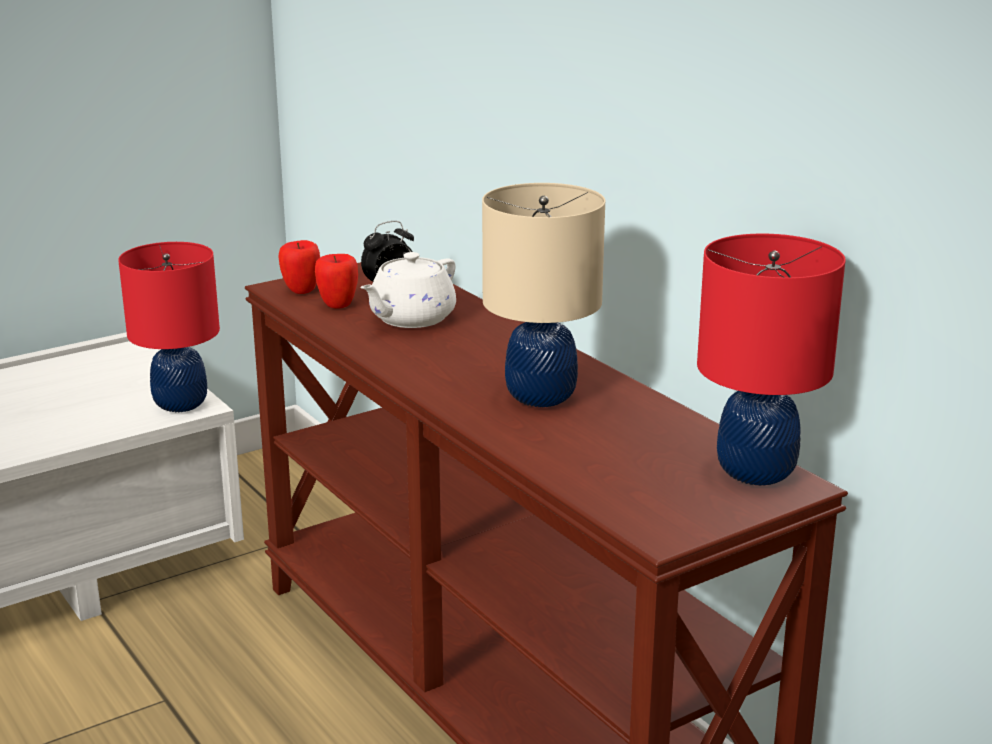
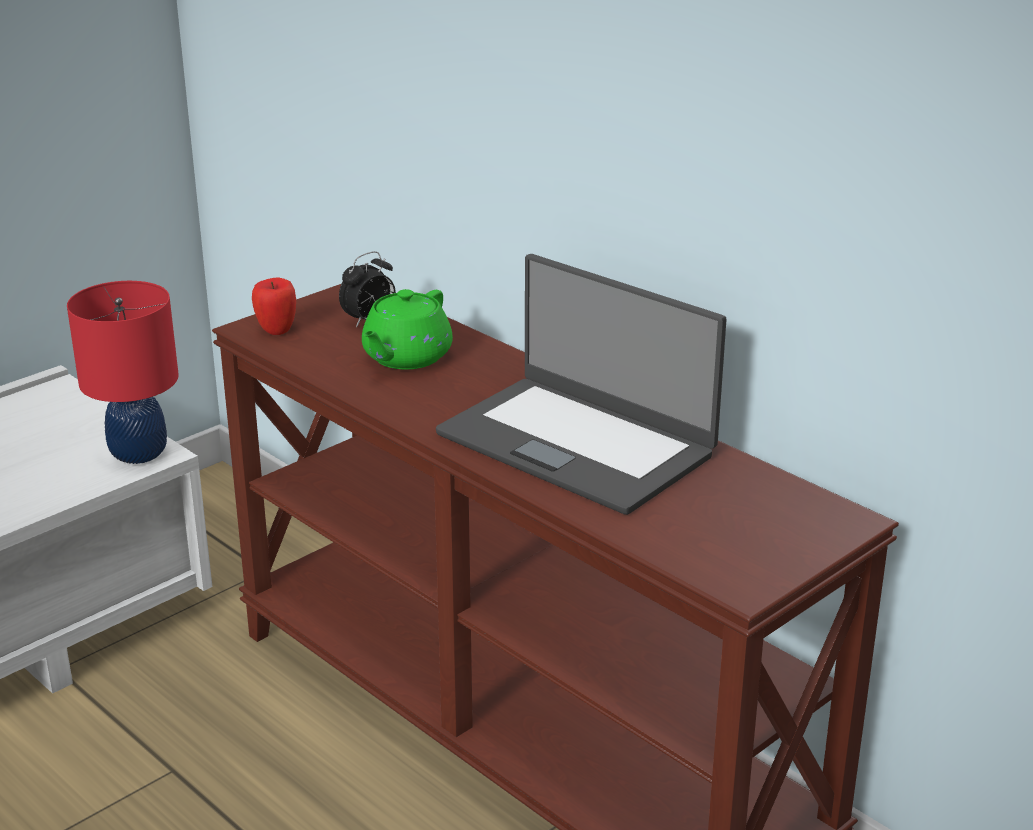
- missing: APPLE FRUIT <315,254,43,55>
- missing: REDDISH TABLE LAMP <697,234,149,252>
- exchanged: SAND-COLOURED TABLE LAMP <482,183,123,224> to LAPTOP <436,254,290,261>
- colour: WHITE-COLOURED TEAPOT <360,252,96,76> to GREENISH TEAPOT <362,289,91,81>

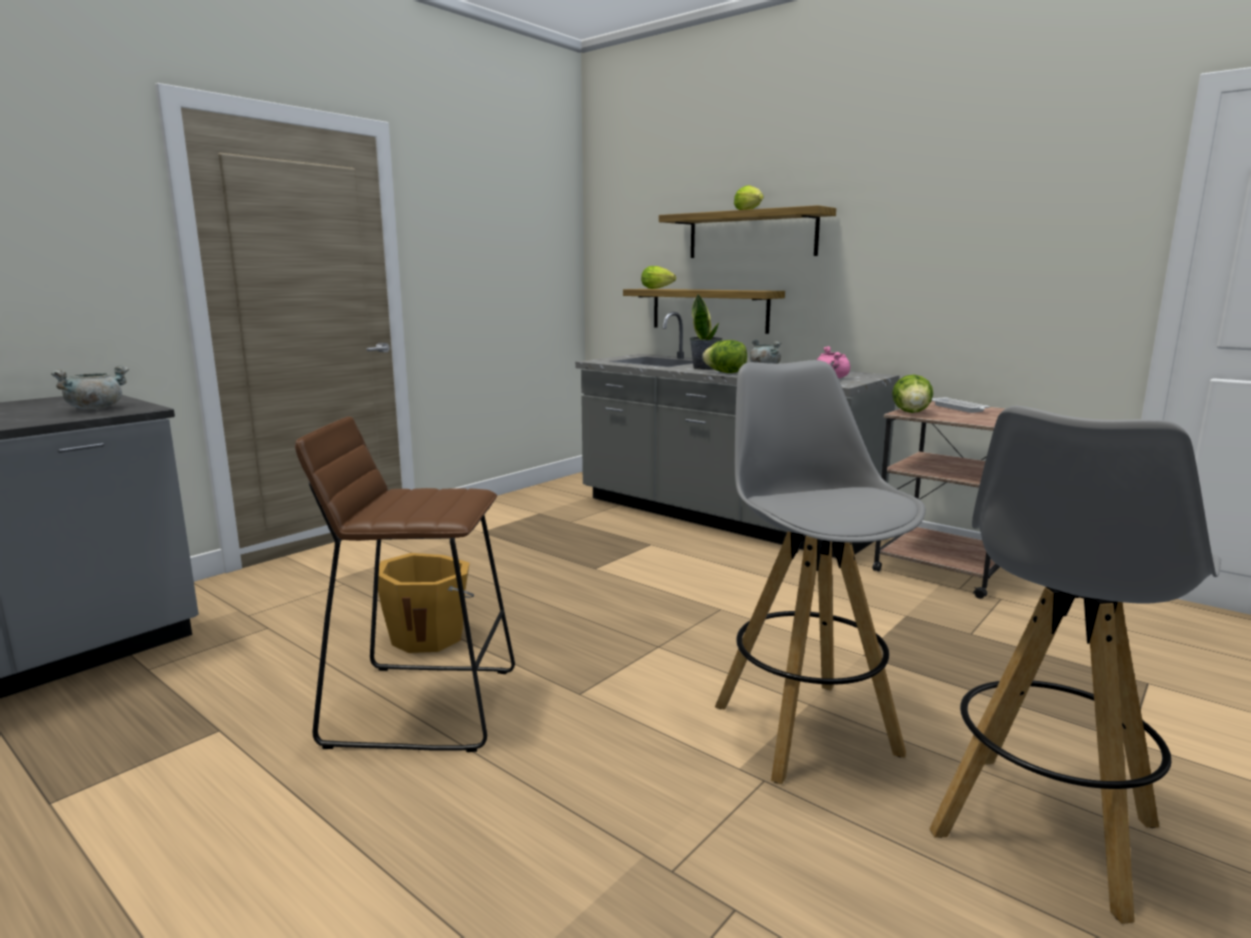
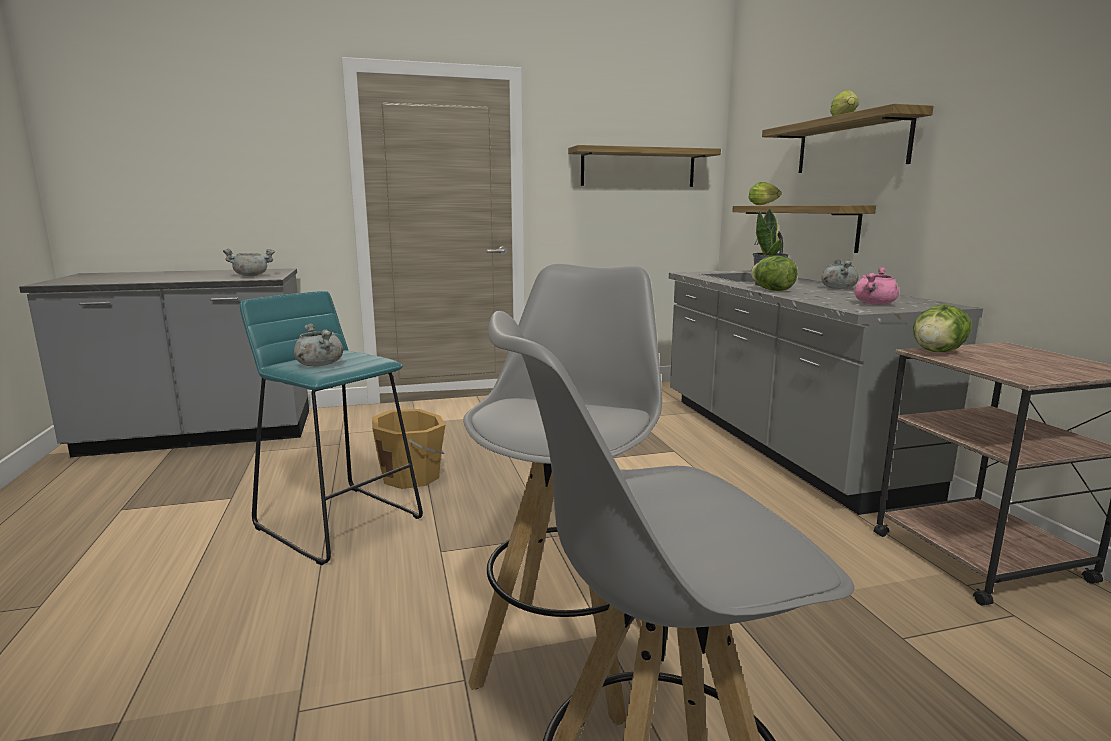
- missing: WHITE-COLOURED TRAY <932,397,58,16>
- appeared: GRAY STOCKPOT <294,324,49,42>
- appeared: SHELF <568,145,153,42>
- colour: BROWN-COLOURED SITTING STOOL <295,416,220,336> to TURQUOISE-COLOURED SITTING STOOL <240,291,183,274>

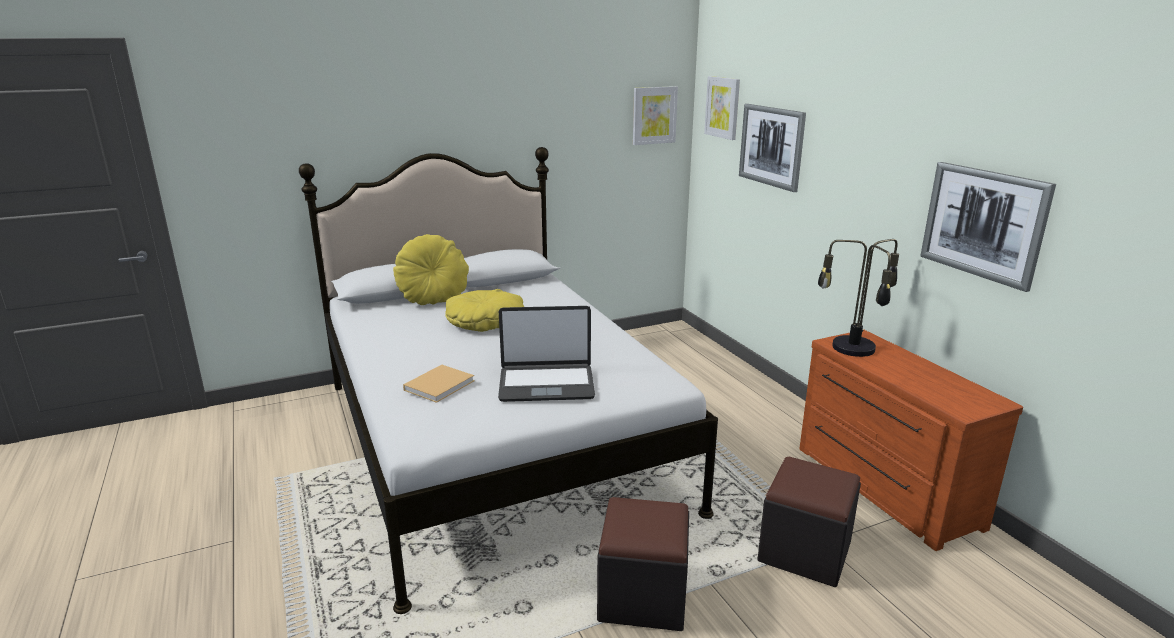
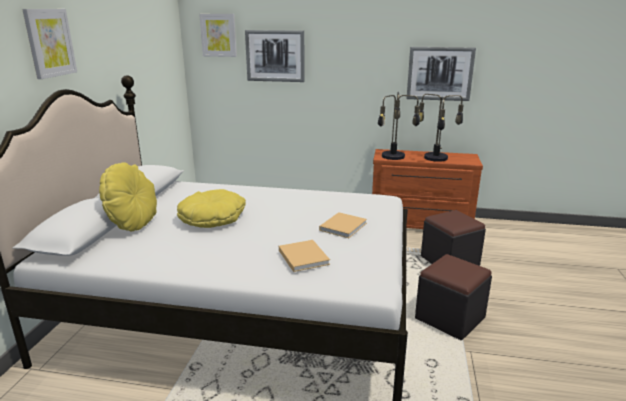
- appeared: TABLE LAMP <419,94,45,68>
- relocated: PICTURE <633,86,45,59> to <22,9,55,70>
- exchanged: LAPTOP <498,306,97,96> to SAND-COLOURED VOLUME <319,212,48,26>

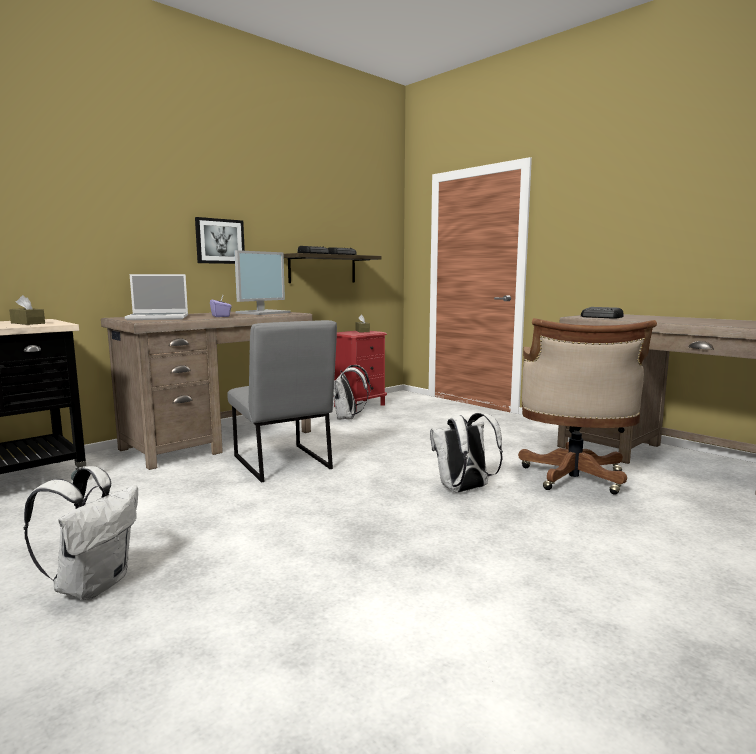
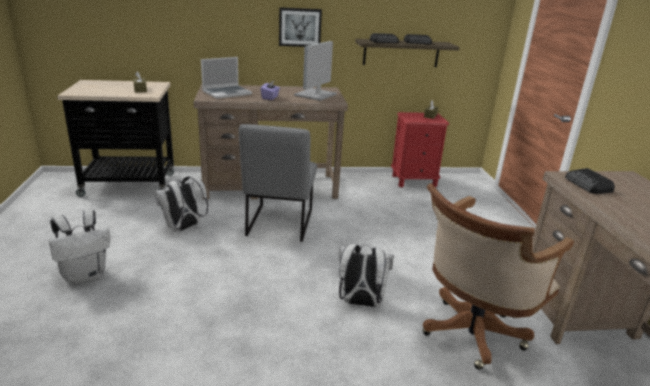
- relocated: WHITE-COLOURED KNAPSACK <333,365,38,55> to <154,176,54,56>
- spun: LAPTOP <125,274,63,46> = <201,57,51,42> 60 degrees counterclockwise
- spun: MONITOR <234,250,57,65> = <294,41,43,60> 135 degrees clockwise

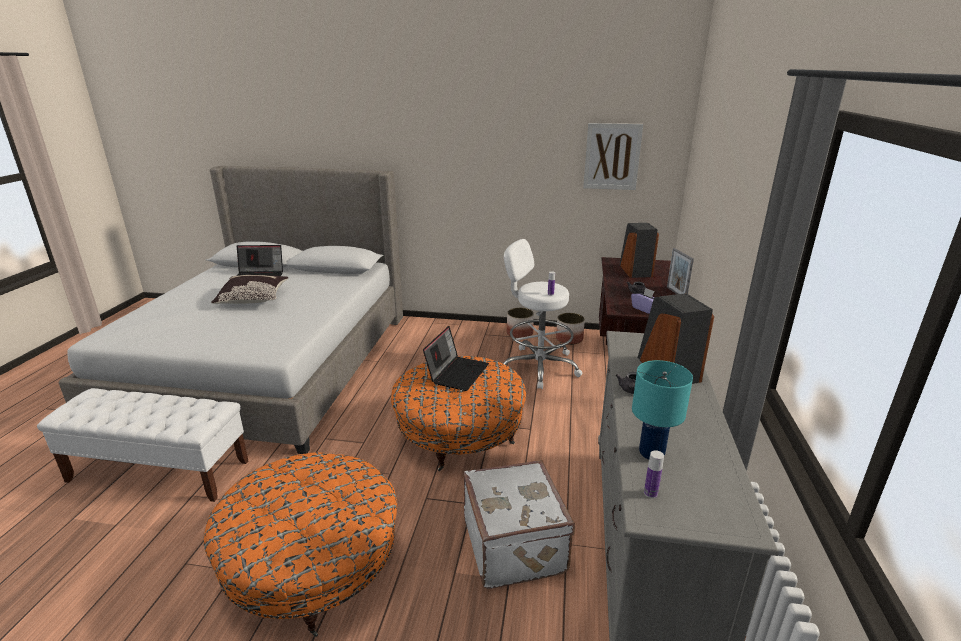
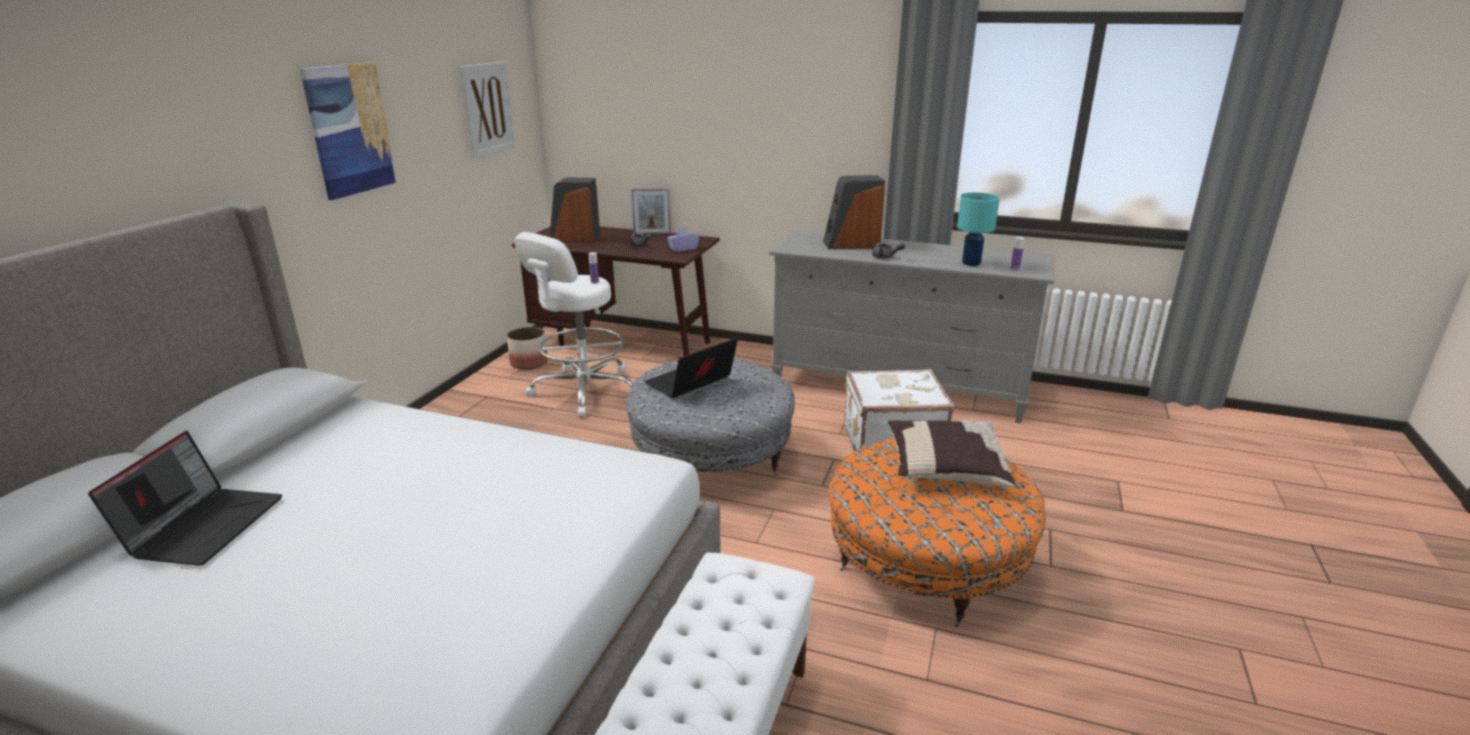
- missing: PLANT POT <507,308,27,30>
- appeared: PICTURE <300,62,97,138>
- relocated: THROW PILLOW <211,275,78,29> to <888,420,128,67>
- colour: ORANGE FOOTREST <391,356,135,115> to GRAY FOOTREST <626,358,169,117>
- spun: LAPTOP <423,326,66,65> = <644,337,94,61> 75 degrees counterclockwise

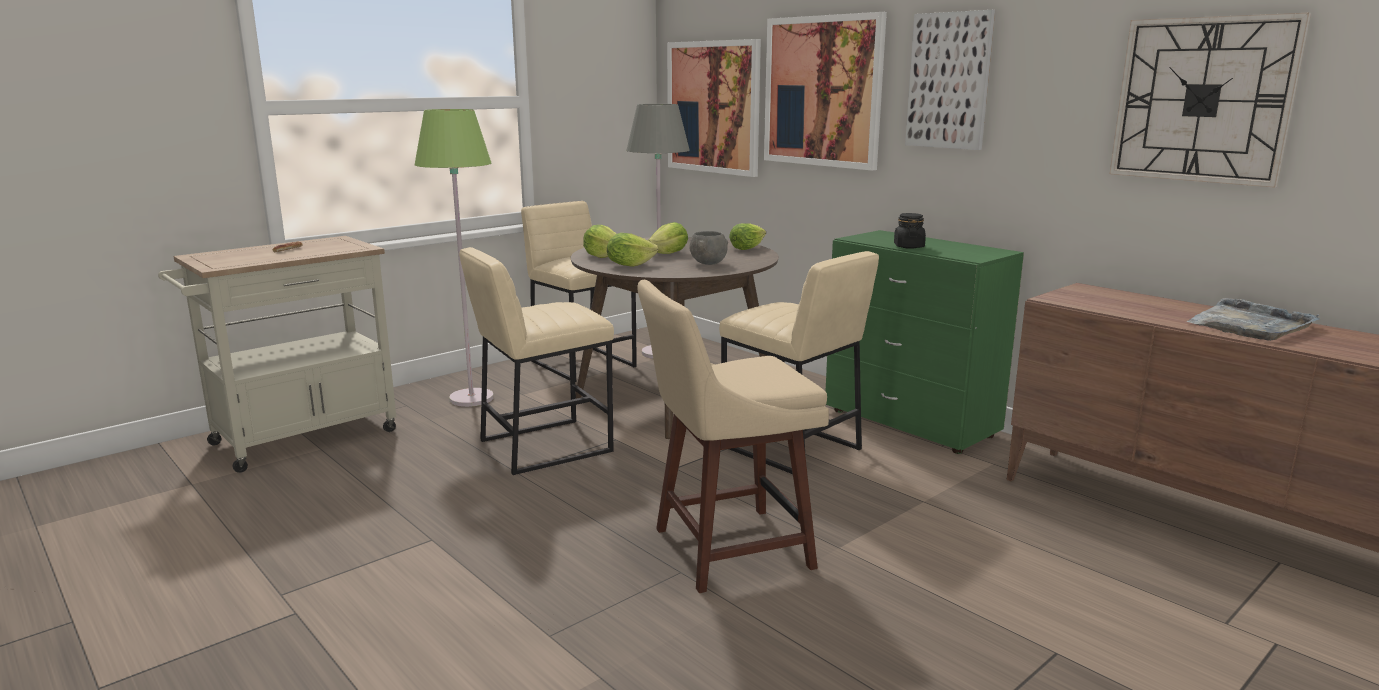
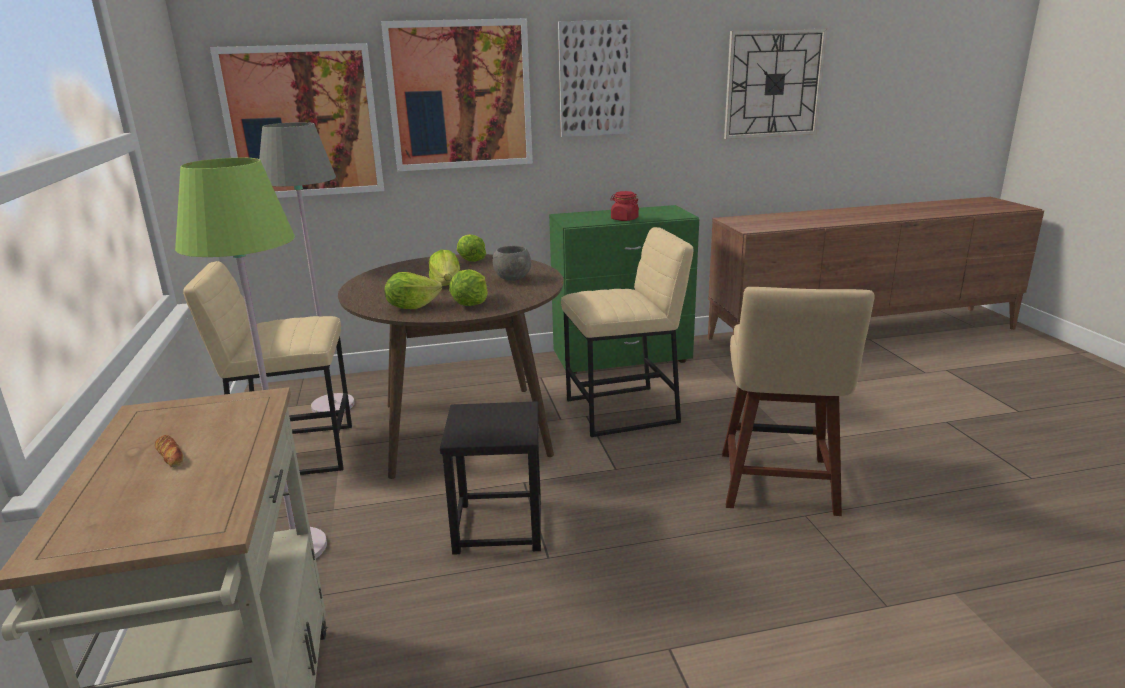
- missing: GRAY TRAY <1186,298,134,43>
- exchanged: SAND-COLOURED PLAIN CHAIR <459,247,155,228> to BLACK-COLOURED SITTING STOOL <440,401,101,154>
- colour: BLACK-COLOURED STORAGE JAR <894,213,32,36> to REDDISH STORAGE JAR <610,191,29,30>

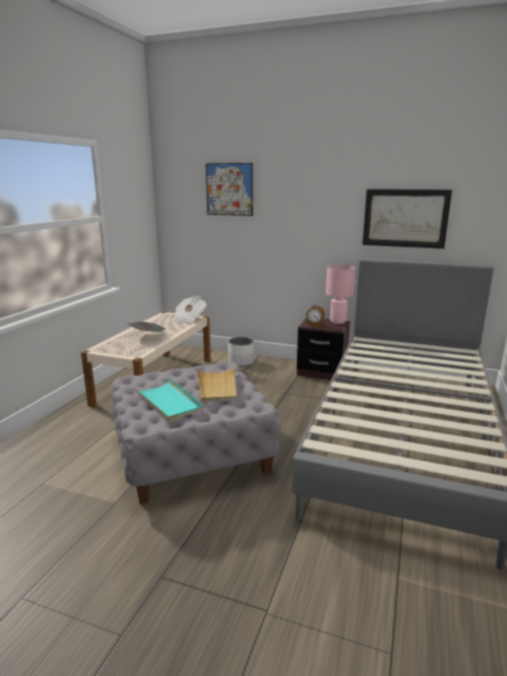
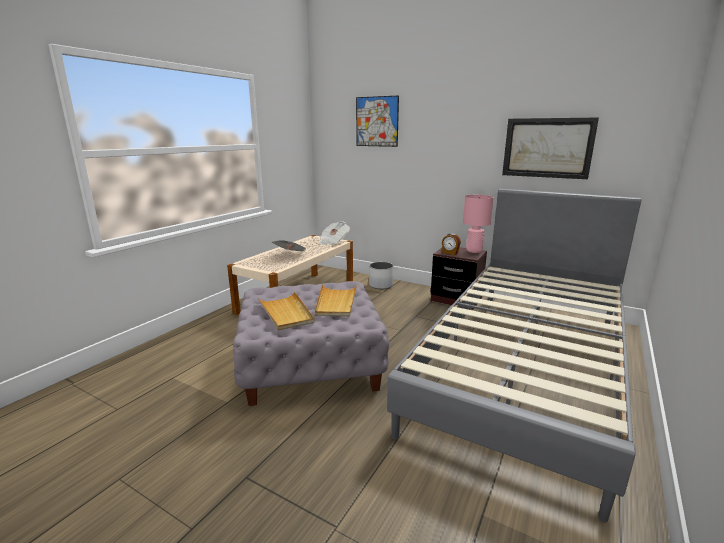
- colour: TURQUOISE-COLOURED TRAY <134,378,70,44> to SAND-COLOURED TRAY <258,291,57,39>

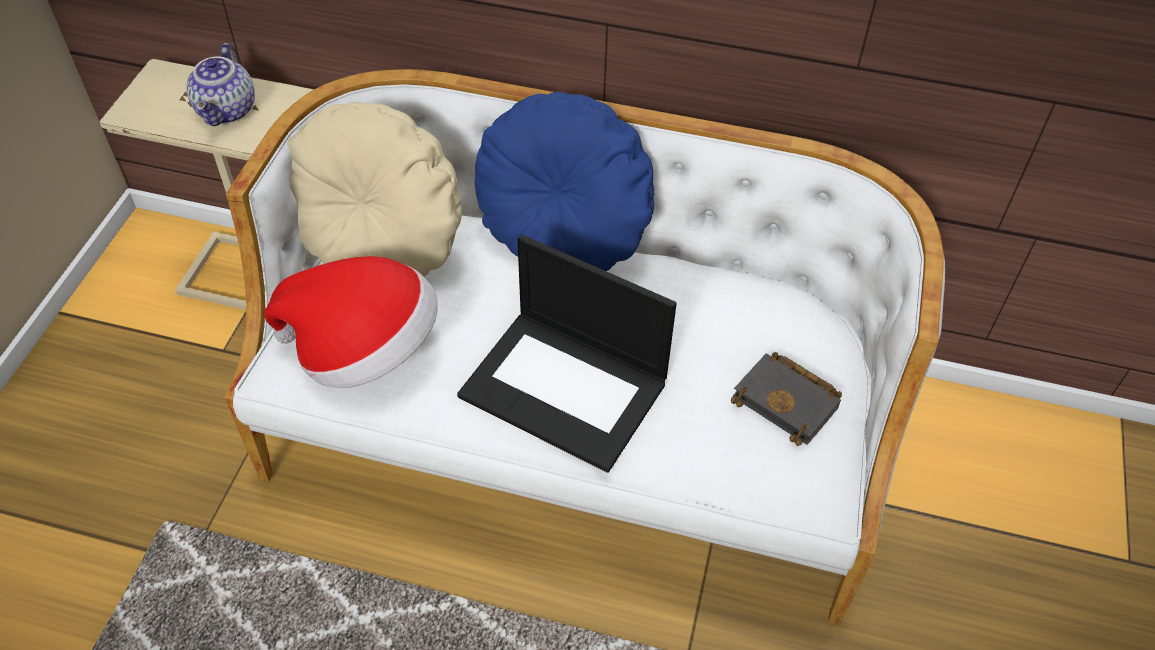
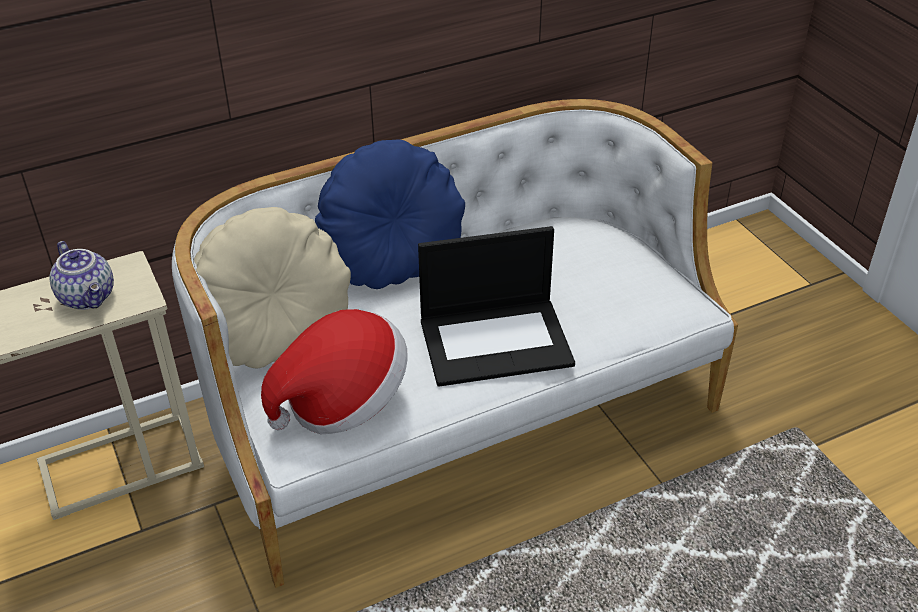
- missing: BLACK-COLOURED VOLUME <731,352,111,94>

